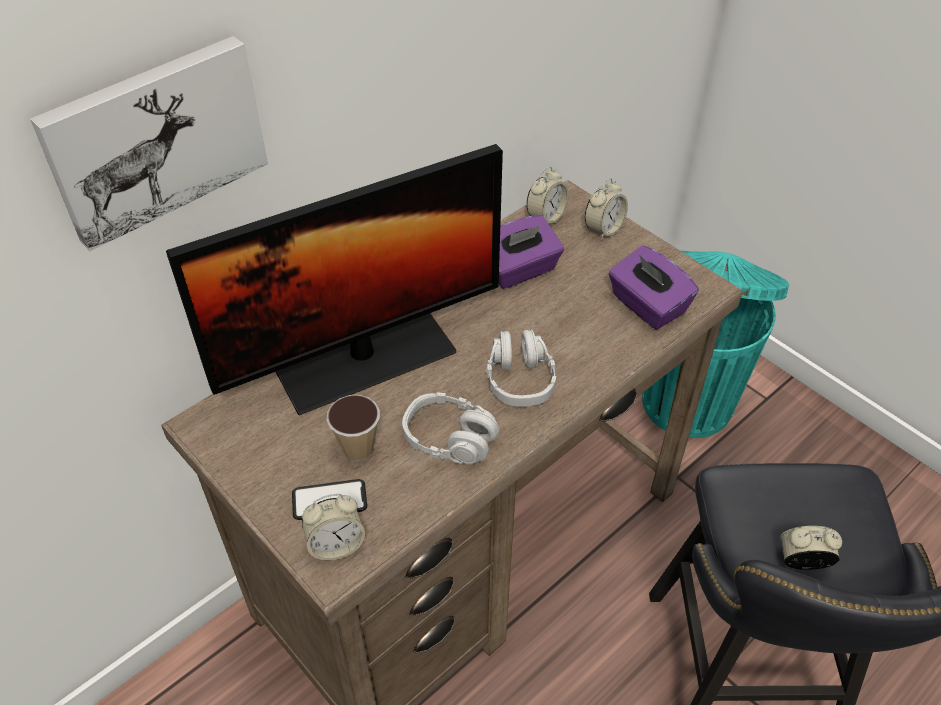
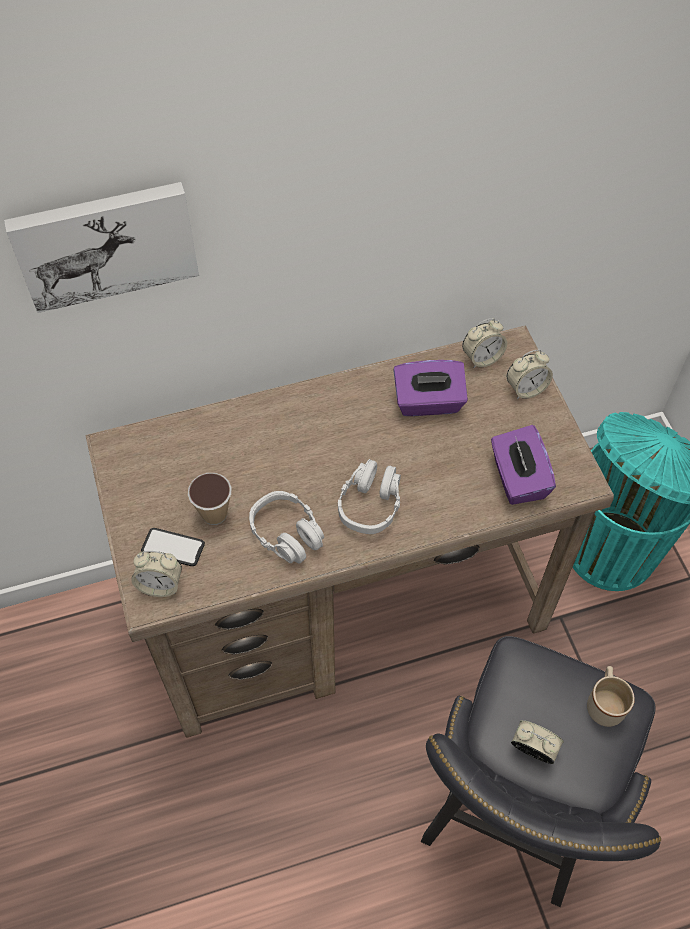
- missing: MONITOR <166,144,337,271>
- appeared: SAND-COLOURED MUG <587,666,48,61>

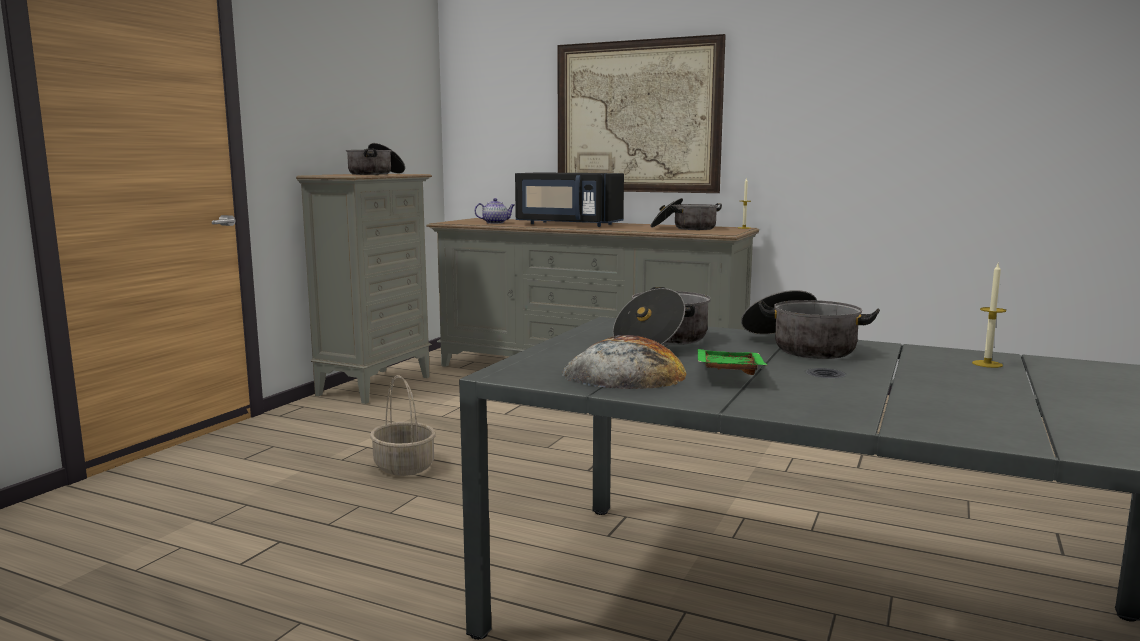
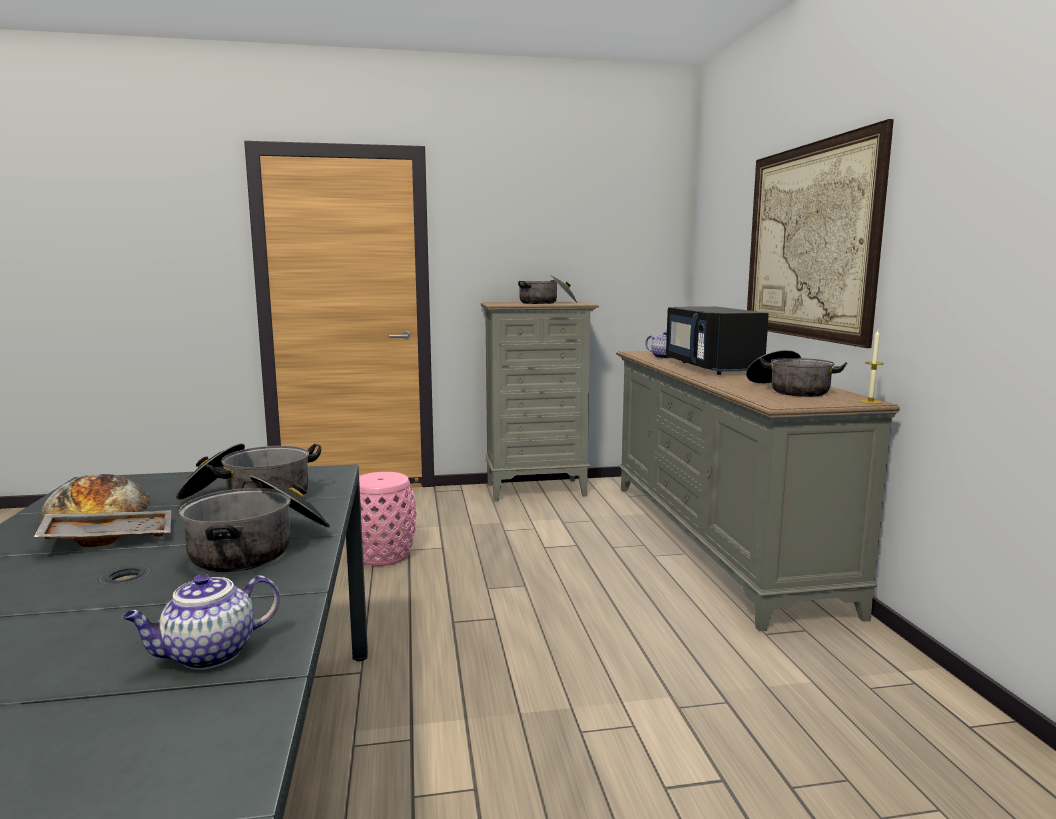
- exchanged: HOUSEHOLD BASKET <370,375,66,101> to PINKISH SITTING STOOL <359,472,58,94>
- exchanged: CANDLE <972,264,35,104> to TEAPOT <122,574,158,95>
- colour: GREENISH TRAY <698,349,69,26> to GRAY TRAY <34,510,137,37>

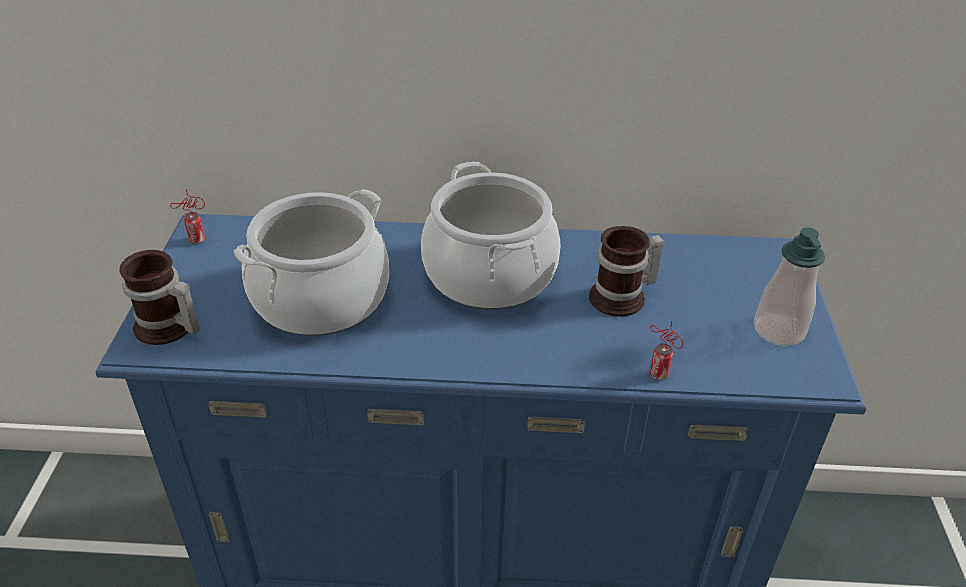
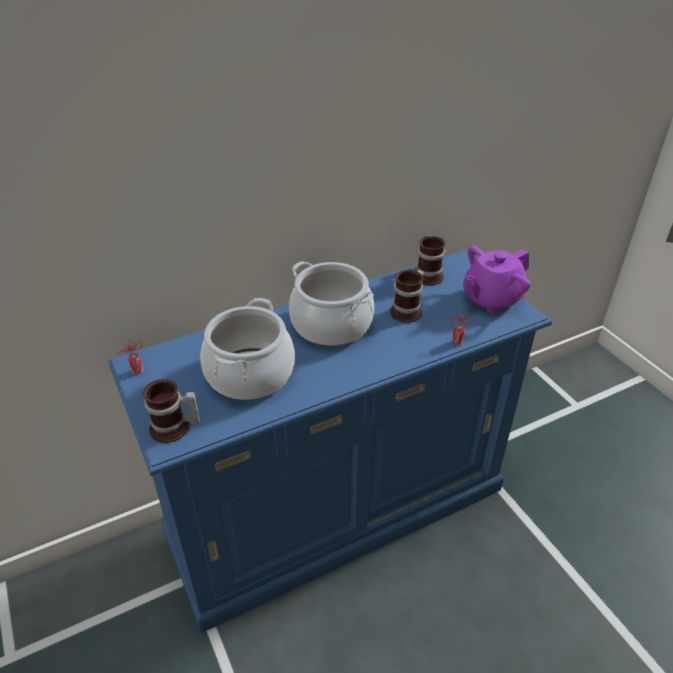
- appeared: MUG <416,235,29,50>
- exchanged: SOAP DISPENSER <754,228,71,118> to PURPLE TEAPOT <463,246,67,68>

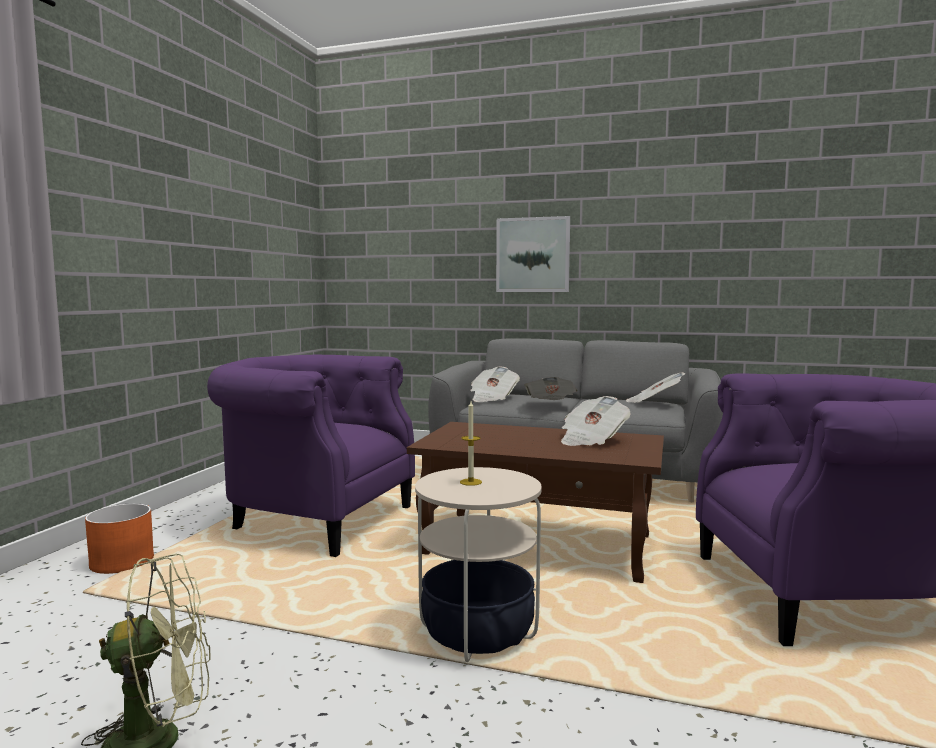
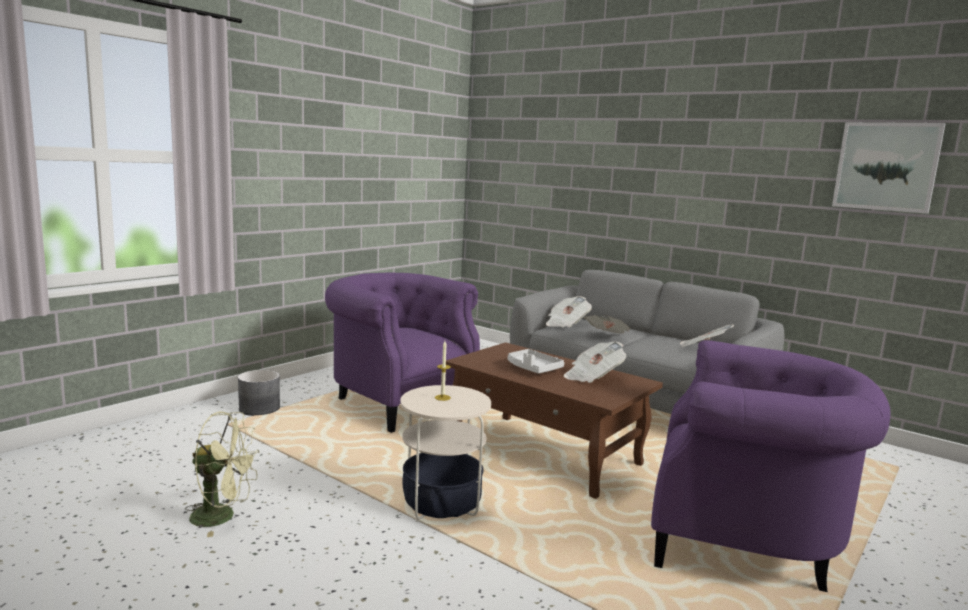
- appeared: GRAY TRAY <508,349,56,25>
- relocated: PICTURE <496,216,74,76> to <832,122,114,92>
- colour: ORANGE PLANT POT <85,504,69,70> to GRAY PLANT POT <238,370,42,46>

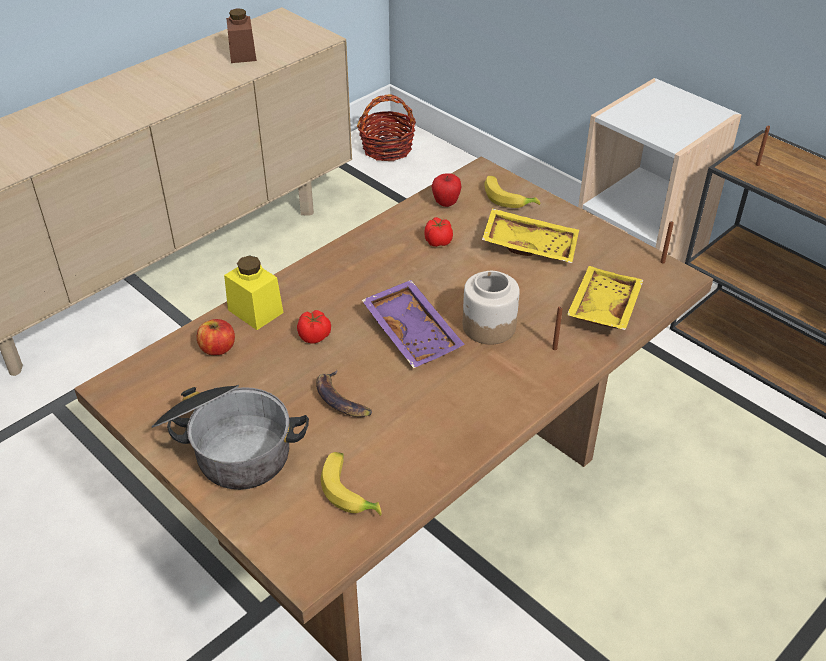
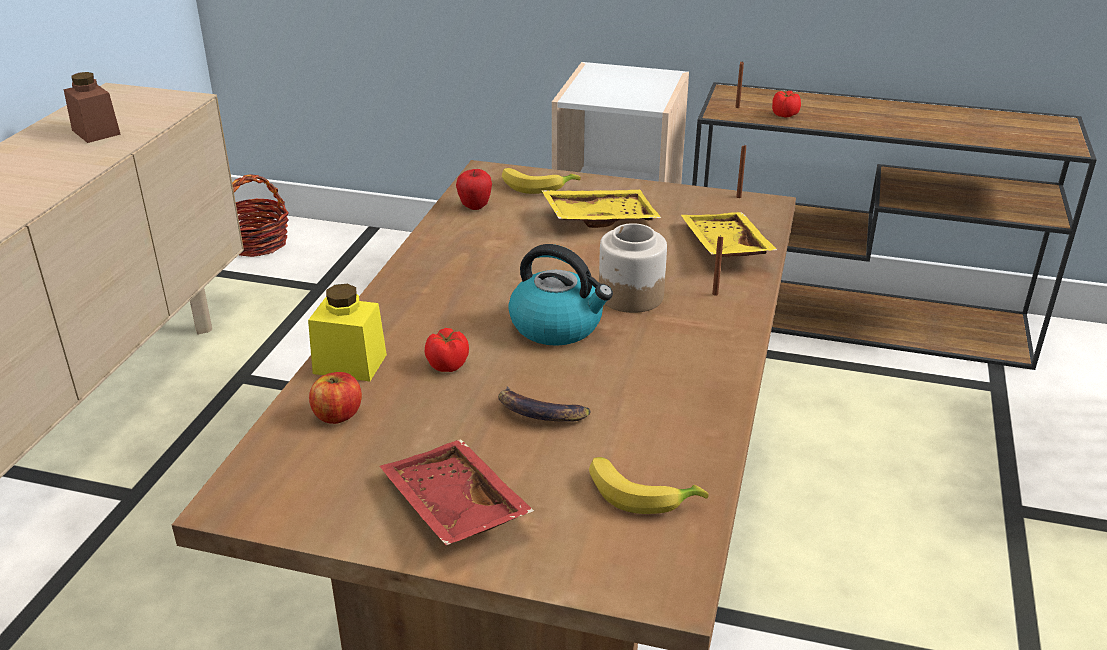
- relocated: WHOLE TOMATO <425,217,28,30> to <772,91,29,27>
- exchanged: STOCKPOT <151,385,158,105> to REDDISH TRAY <380,439,154,106>
- exchanged: PURPLE TRAY <362,280,103,88> to TEA KETTLE <508,244,105,102>

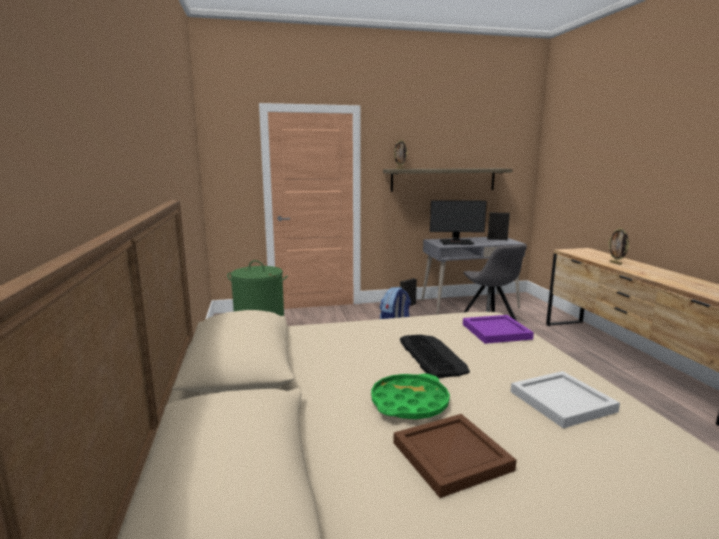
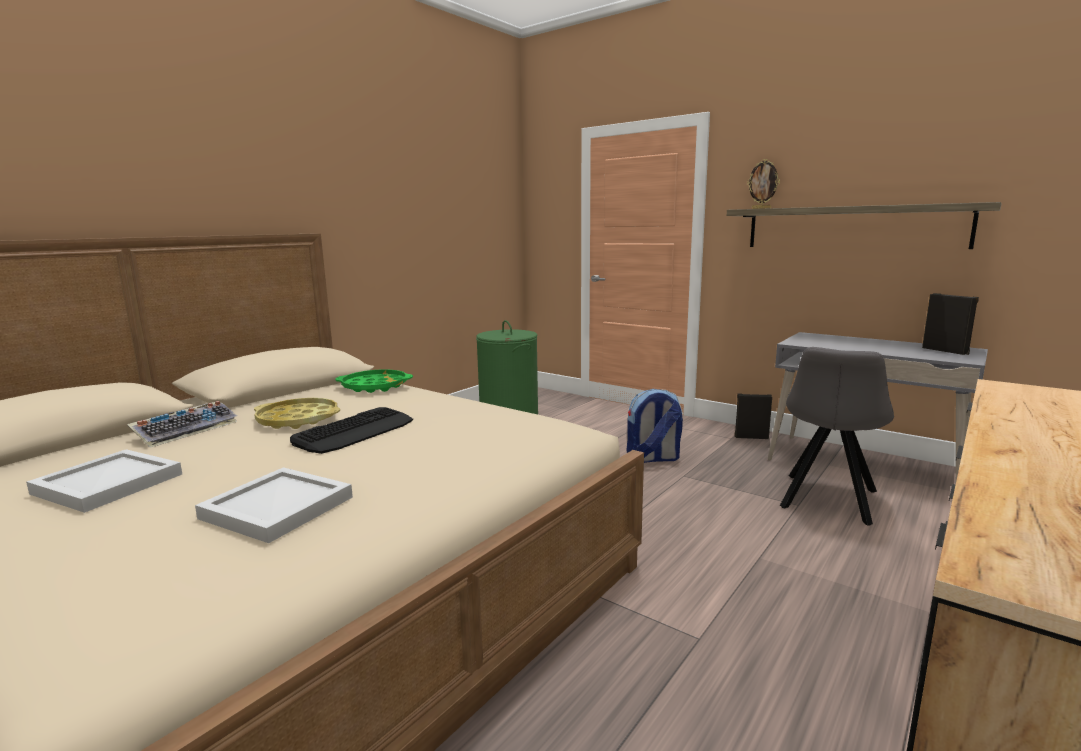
- missing: MONITOR <430,200,57,45>
- missing: PURPLE TRAY <463,315,71,29>
- missing: STANDING FRAME <608,228,21,37>
- appeared: COMPUTER KEYBOARD <127,401,110,47>
- appeared: YELLOW-COLOURED TRAY <254,398,86,31>
- relocated: GREENISH TRAY <371,374,79,45> to <335,369,78,24>
- colour: BROWN-COLOURED TRAY <393,414,123,84> to WHITE-COLOURED TRAY <26,449,156,64>

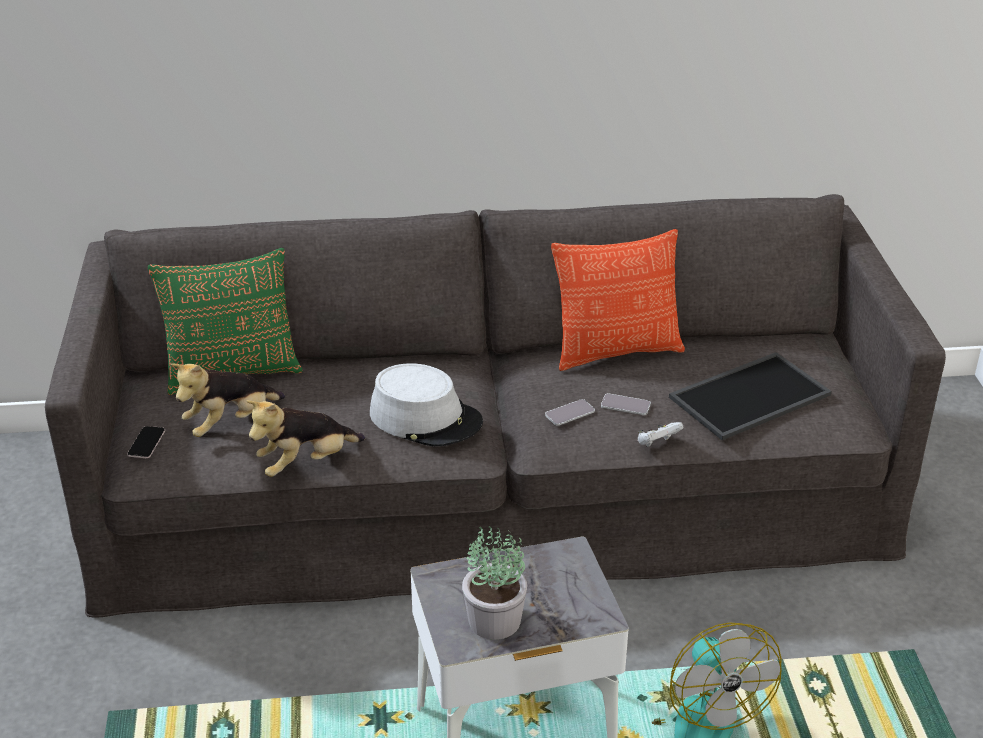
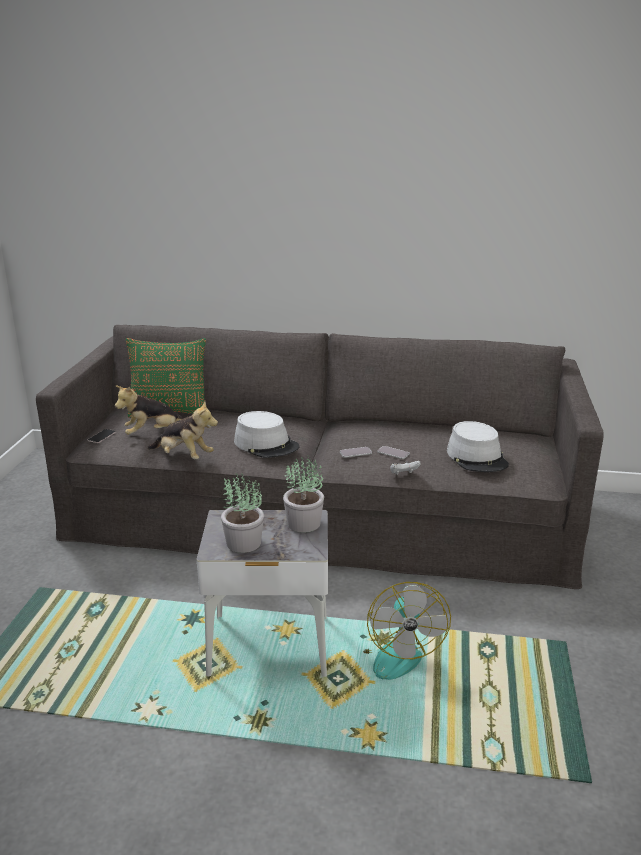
- missing: ORANGE THROW PILLOW <551,229,134,142>
- appeared: POTTED PLANT <283,455,41,78>
- exchanged: TRAY <669,352,163,88> to GRAY CLOTHING HAT <447,421,62,51>
- spun: SOFT TOY <246,400,119,77> = <148,401,70,58> 135 degrees counterclockwise

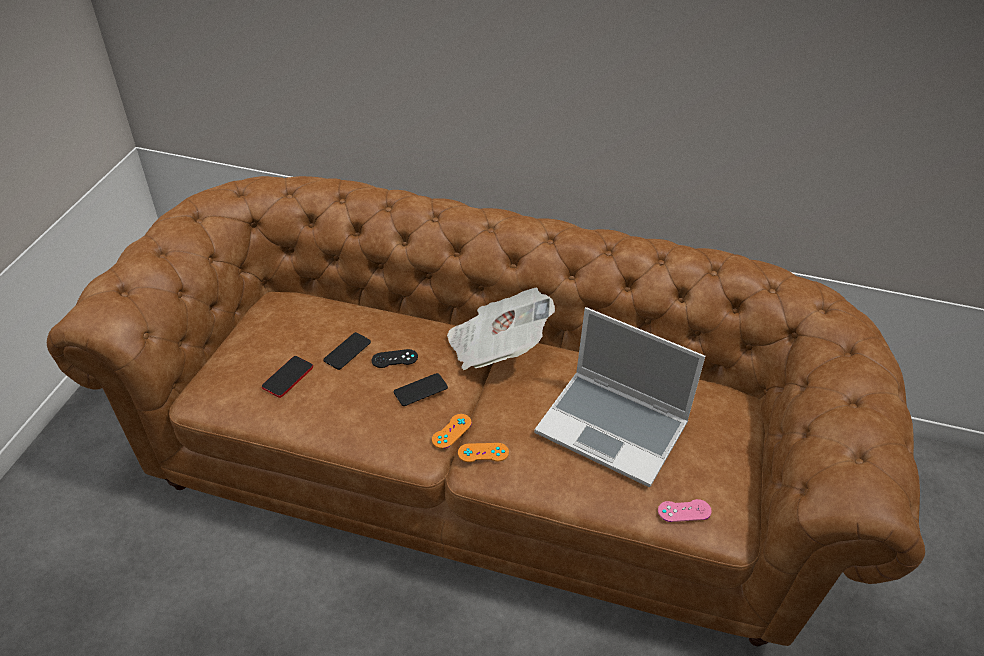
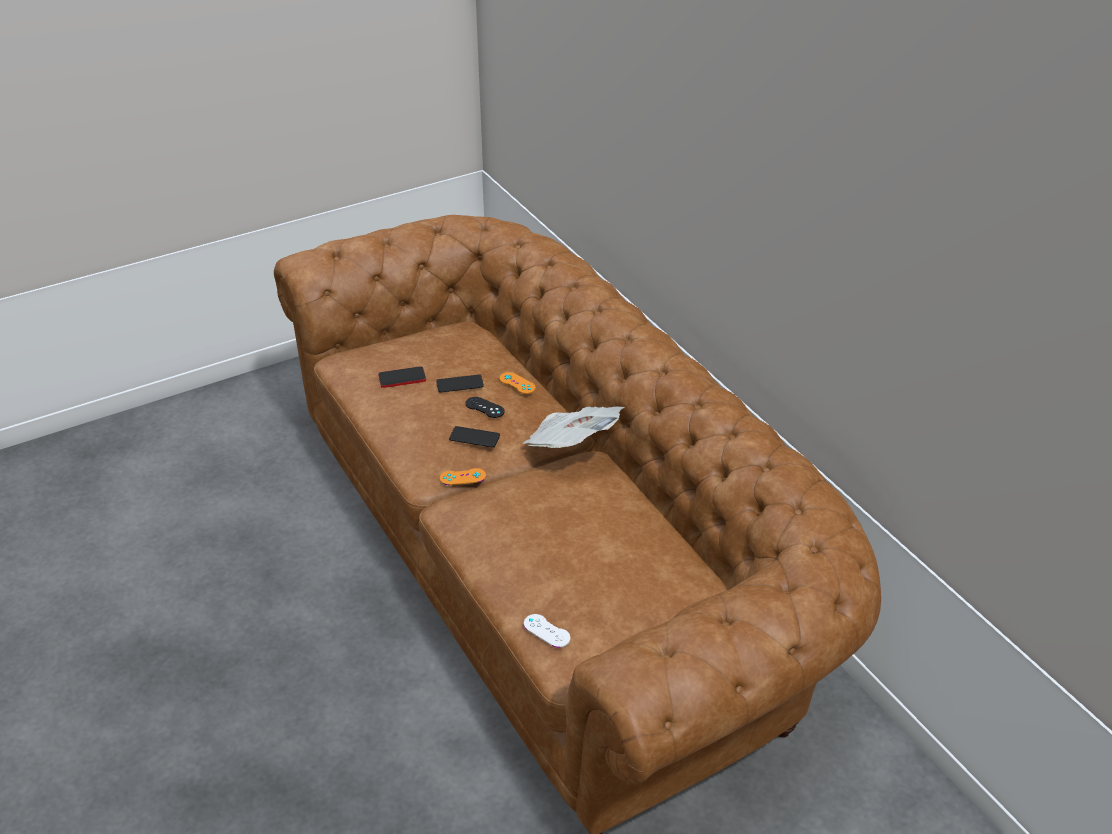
- missing: LAPTOP <534,307,171,181>
- relocated: ORANGE GAMEPAD <458,443,51,19> to <499,372,37,22>
- colour: PINKISH GAMEPAD <658,499,54,23> to WHITE-COLOURED GAMEPAD <524,614,46,34>

